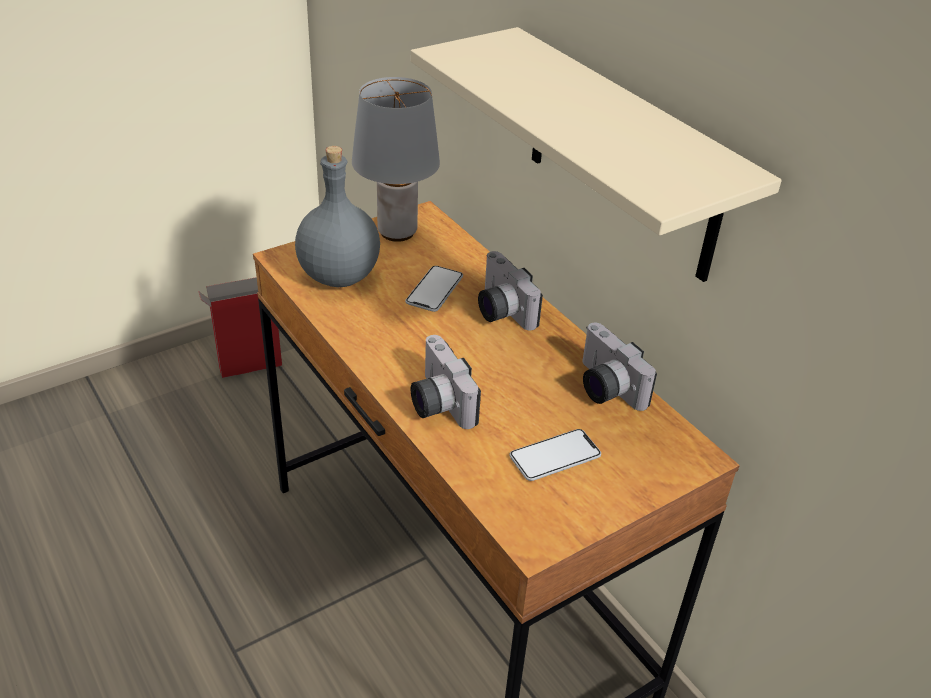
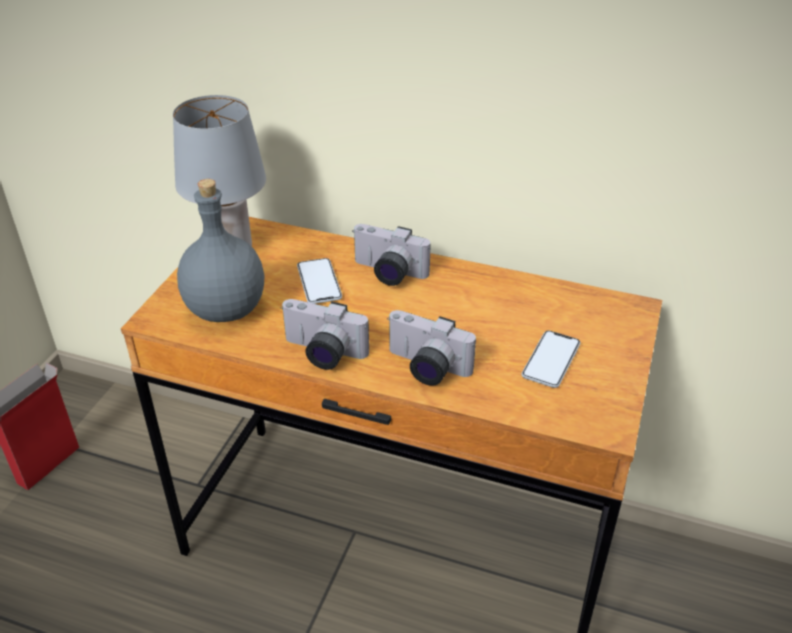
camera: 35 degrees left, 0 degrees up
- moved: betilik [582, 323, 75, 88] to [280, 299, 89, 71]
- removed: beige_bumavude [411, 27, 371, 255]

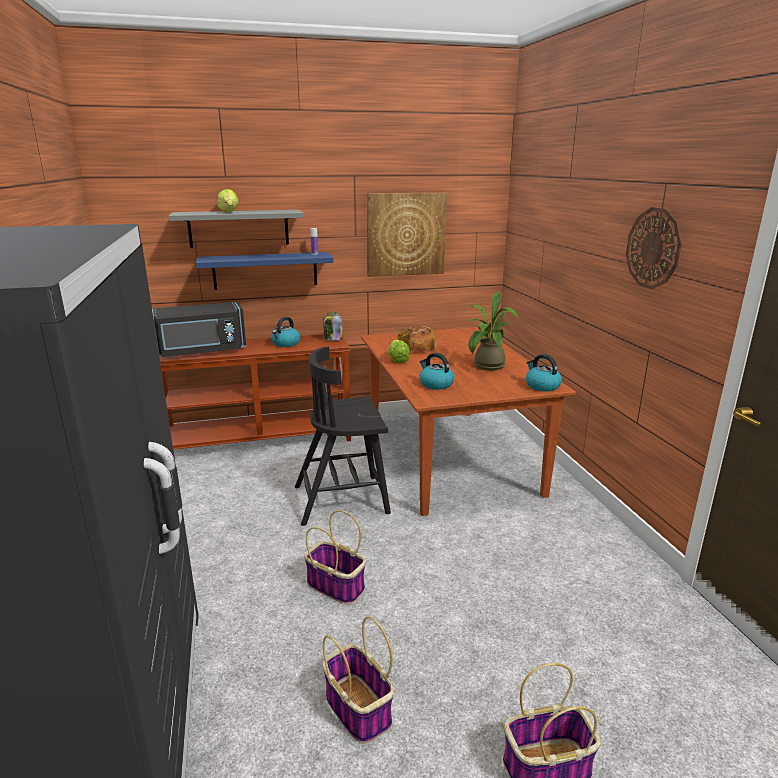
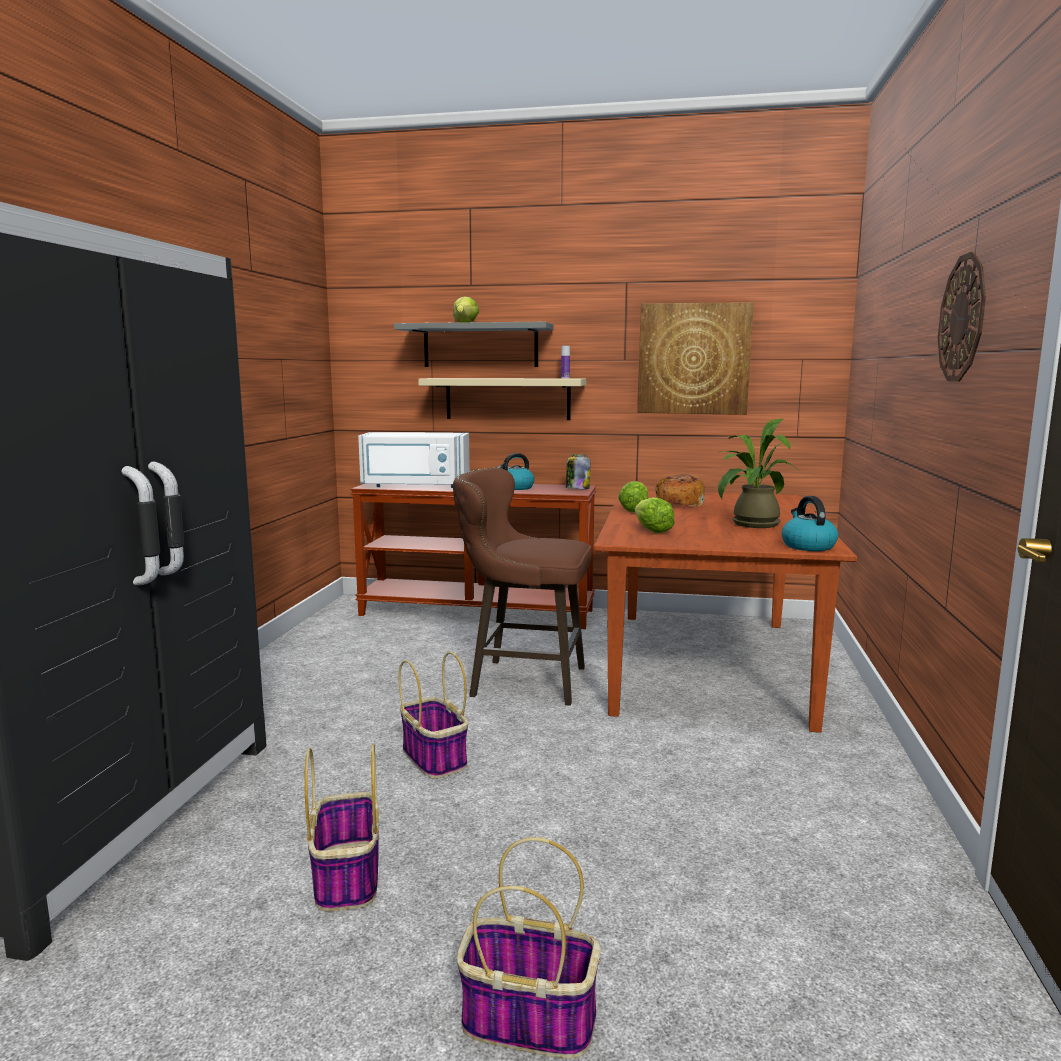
camera: 25 degrees right, 10 degrees down
- recoloured: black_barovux [152, 302, 94, 55] to white_barovux [358, 432, 112, 56]
- recoloured: blue_bumavude [196, 252, 138, 38] to beige_bumavude [418, 378, 168, 42]
- replaced: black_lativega [295, 347, 96, 179] to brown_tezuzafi [453, 467, 138, 239]
- replaced: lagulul [419, 353, 35, 37] to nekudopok [635, 497, 40, 36]

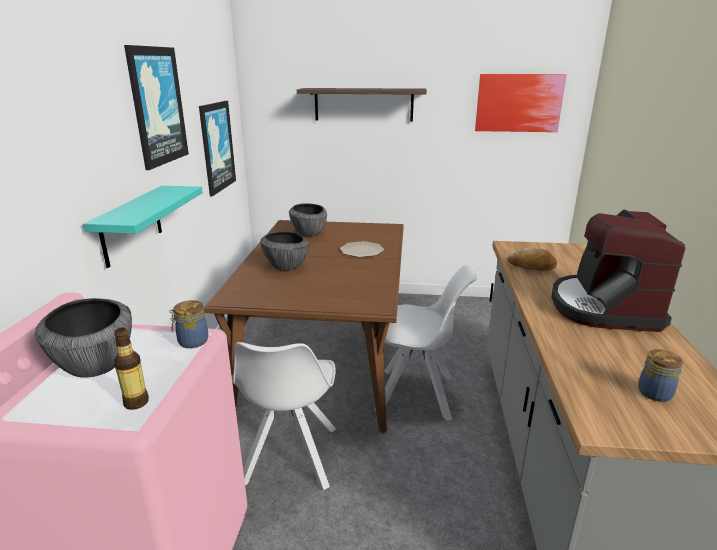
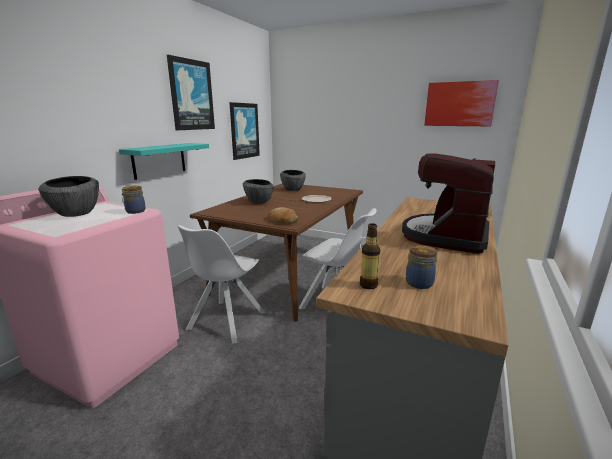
camera: 20 degrees right, 5 degrees down
- moved: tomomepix [507, 248, 50, 23] to [269, 207, 29, 17]
- moved: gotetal [114, 327, 35, 83] to [360, 223, 20, 66]
- removed: bumavude [297, 88, 130, 34]

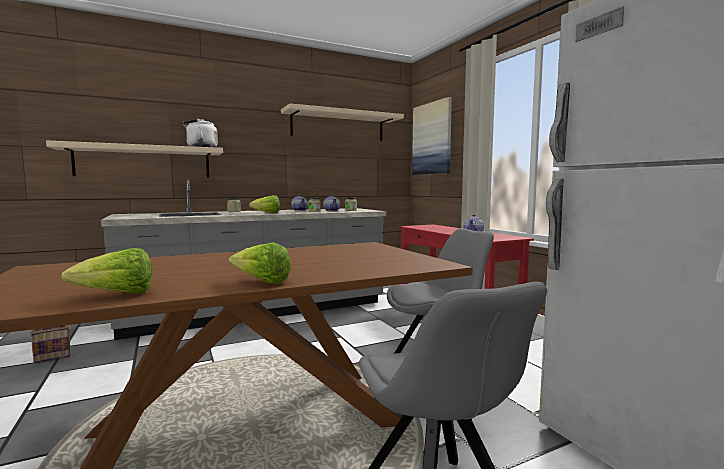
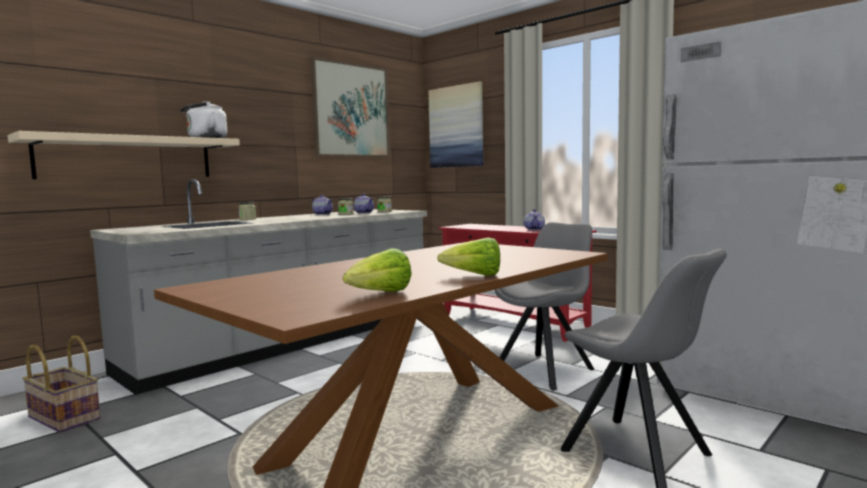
camera: 20 degrees left, 0 degrees up
- replaced: beige_bumavude [281, 103, 123, 38] to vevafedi [310, 57, 80, 100]
- removed: nekudopok [249, 195, 31, 19]

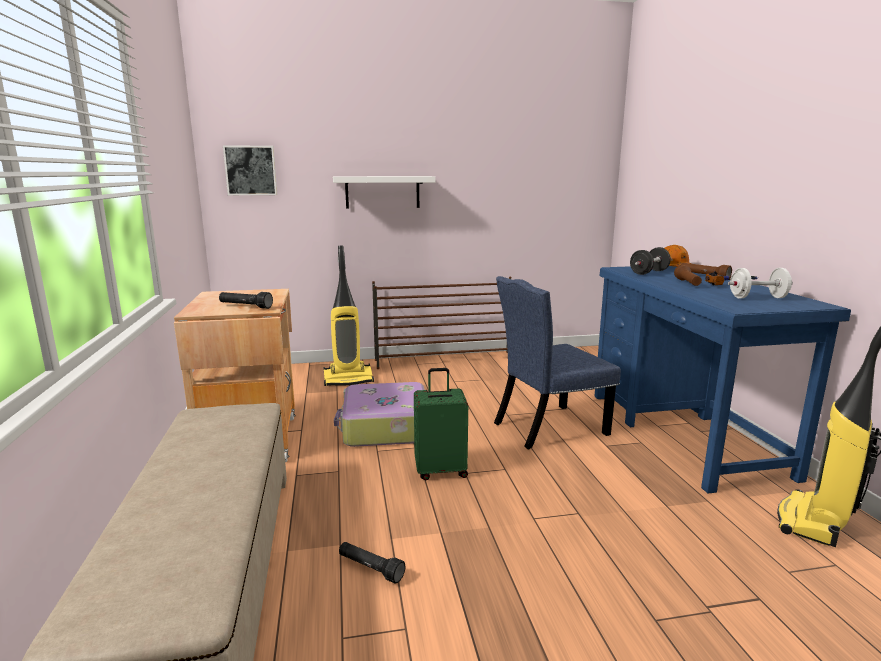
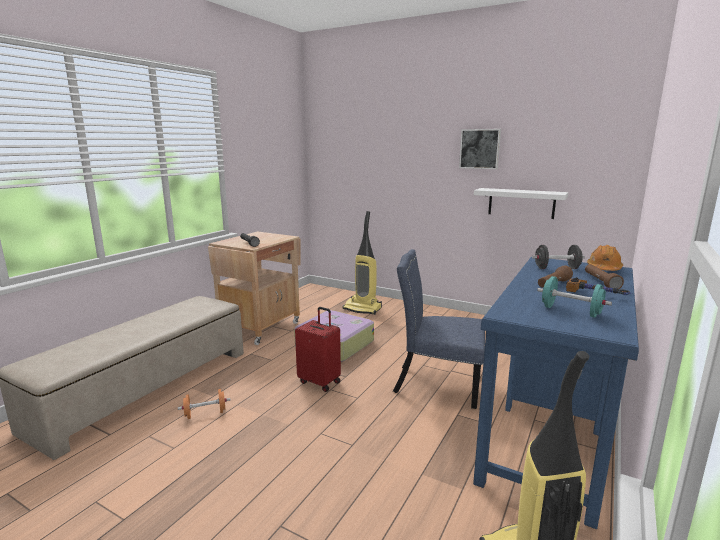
camera: 40 degrees right, 0 degrees up
- replaced: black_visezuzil [339, 542, 66, 42] to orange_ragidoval [178, 389, 53, 30]
- recoloured: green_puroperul [414, 368, 54, 112] to red_puroperul [295, 307, 46, 85]
- moved: vevafedi [223, 145, 54, 50] to [459, 129, 42, 40]
- moved: white_bumavude [333, 176, 102, 33] to [474, 188, 94, 31]
- recoloured: white_ragidoval [728, 268, 65, 30] to turquoise_ragidoval [537, 276, 75, 42]
- removed: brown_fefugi [372, 277, 139, 92]

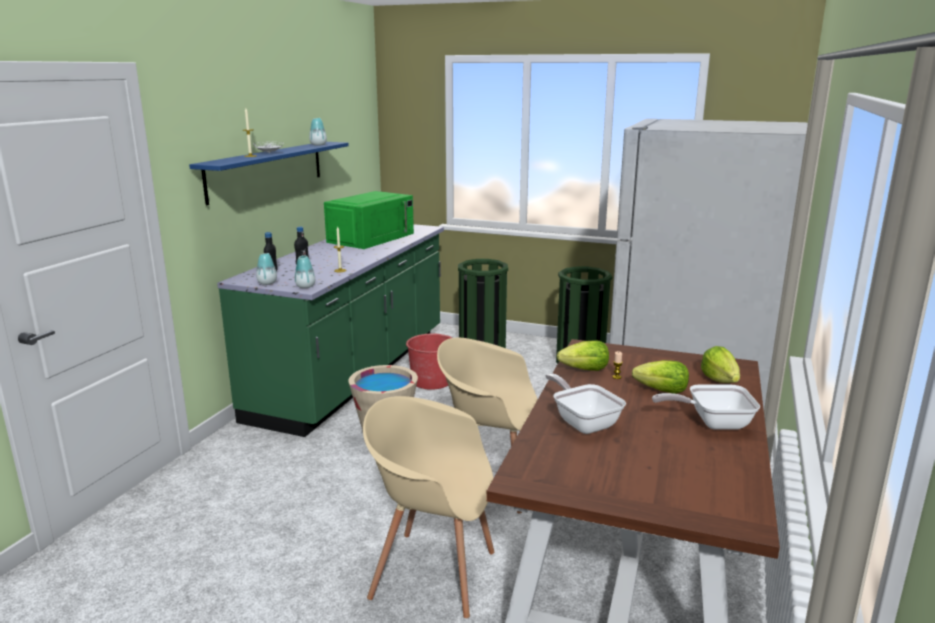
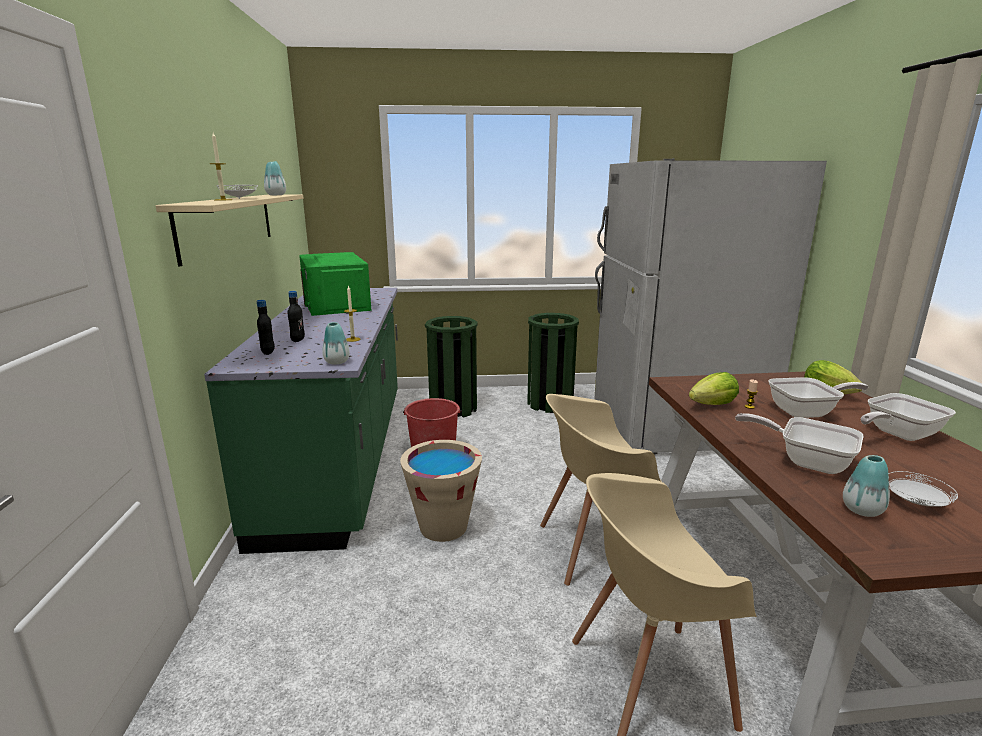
camera: 25 degrees left, 0 degrees up
- recoloured: blue_bumavude [189, 142, 160, 63] to beige_bumavude [156, 194, 148, 73]
- turned: green_barovux [324, 191, 90, 58] = [299, 252, 73, 64] 150 degrees clockwise
- replaced: nekudopok [632, 360, 57, 34] to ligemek [768, 377, 101, 41]
- moved: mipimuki [256, 253, 21, 32] to [843, 455, 47, 62]
- added: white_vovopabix [888, 471, 70, 36]

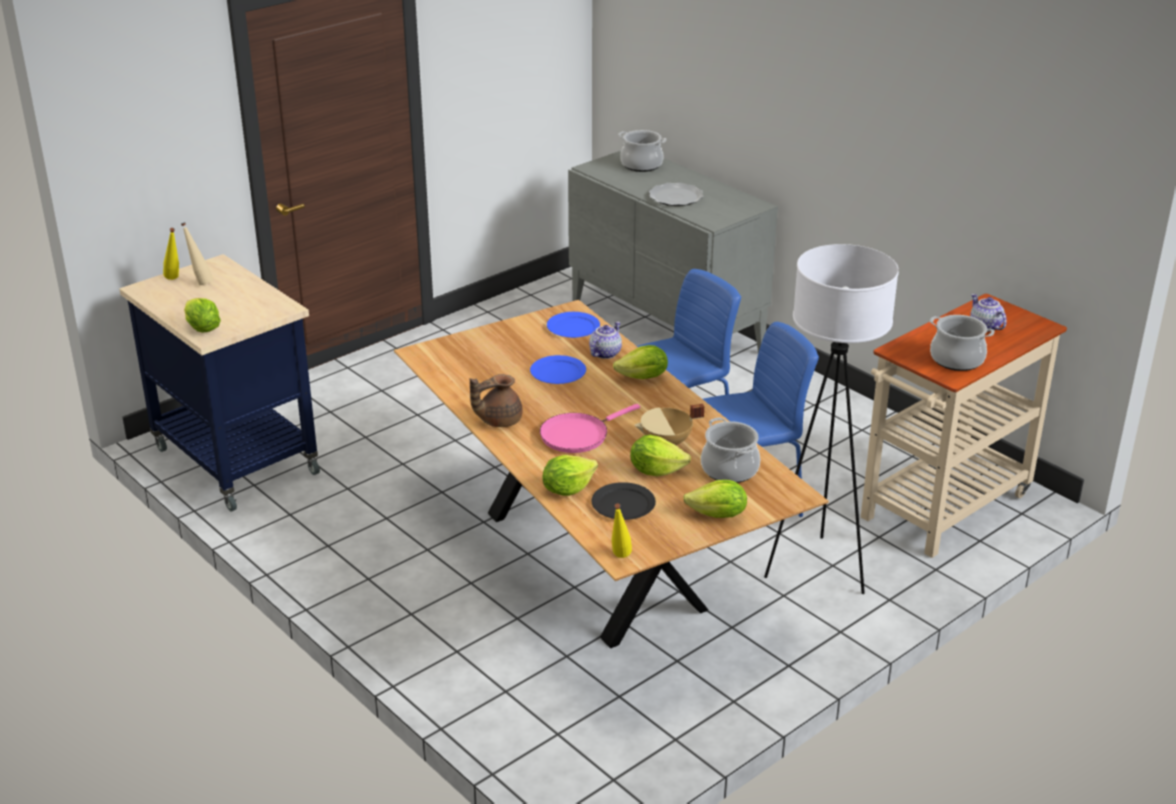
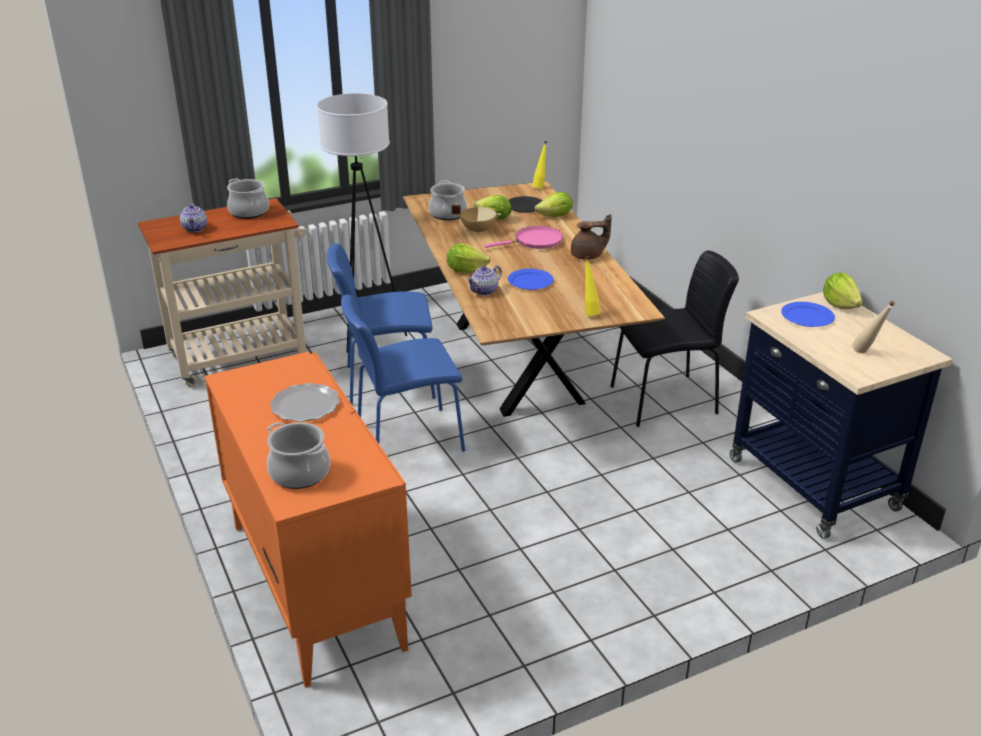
camera: 165 degrees left, 0 degrees up
- recoloured: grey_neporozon [568, 151, 210, 202] to orange_neporozon [205, 352, 207, 336]
- moved: yellow_gotetal [163, 228, 16, 52] to [585, 256, 16, 60]
- added: black_lativega [610, 250, 129, 177]
- moved: blue_vovopabix [547, 312, 53, 26] to [781, 302, 54, 25]
- removed: nekudopok [683, 480, 64, 38]

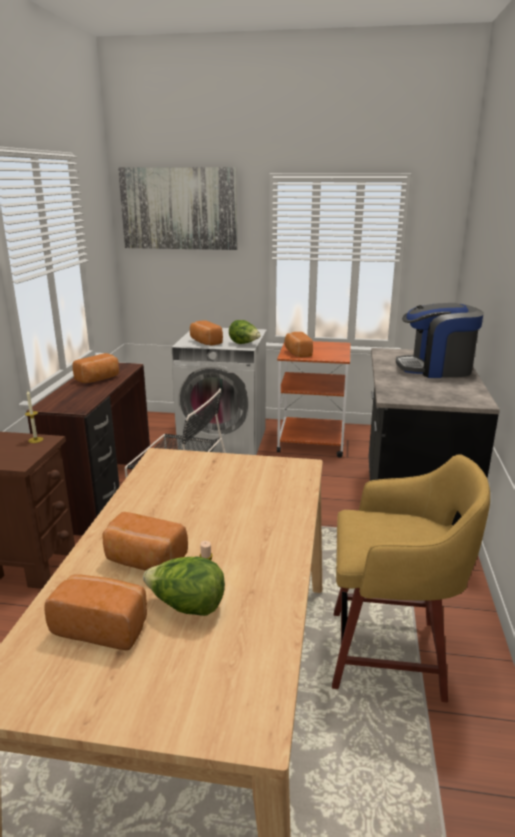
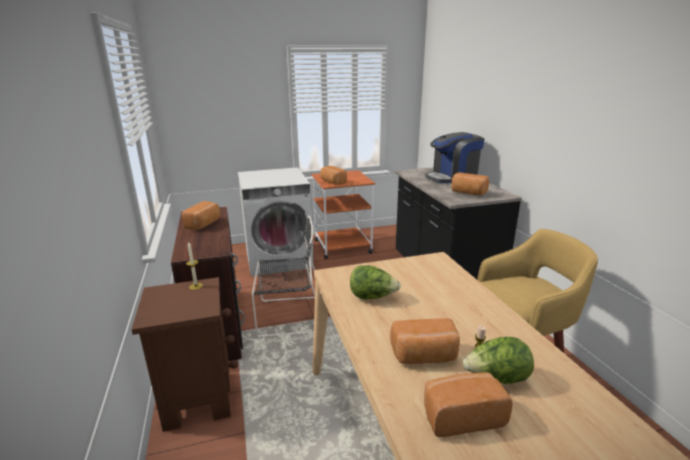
camera: 25 degrees left, 0 degrees up
- moved: nekudopok [229, 320, 32, 24] to [350, 265, 51, 35]
- moved: tomomepix [190, 320, 33, 25] to [451, 172, 38, 23]
- removed: vevafedi [118, 167, 119, 83]

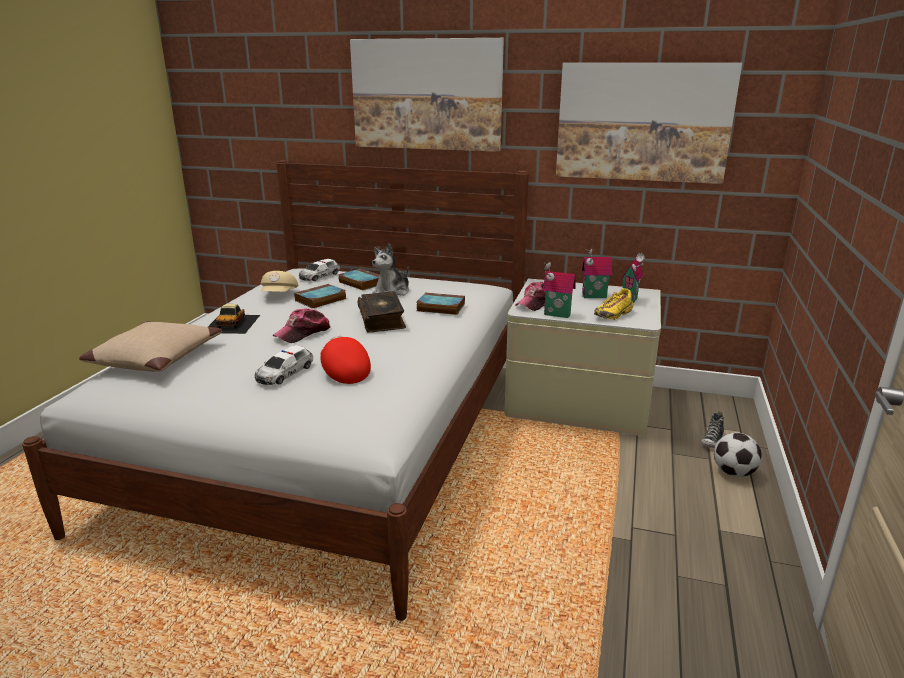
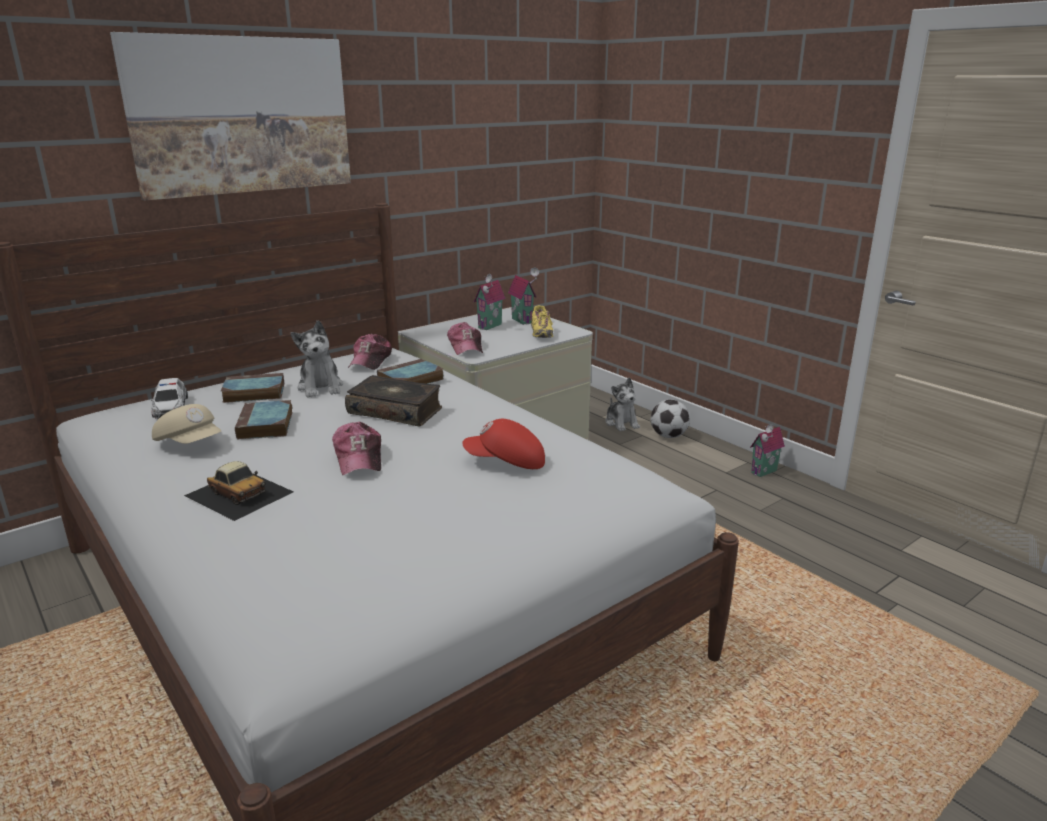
camera: 55 degrees left, 0 degrees up
- added: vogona [348, 334, 44, 36]
- replaced: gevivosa [701, 411, 23, 37] to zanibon [605, 377, 35, 54]
- moved: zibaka [543, 262, 33, 56] to [750, 424, 35, 53]
- removed: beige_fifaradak [79, 321, 144, 51]
- removed: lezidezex [255, 345, 58, 40]
- removed: vevafedi [556, 63, 186, 121]

